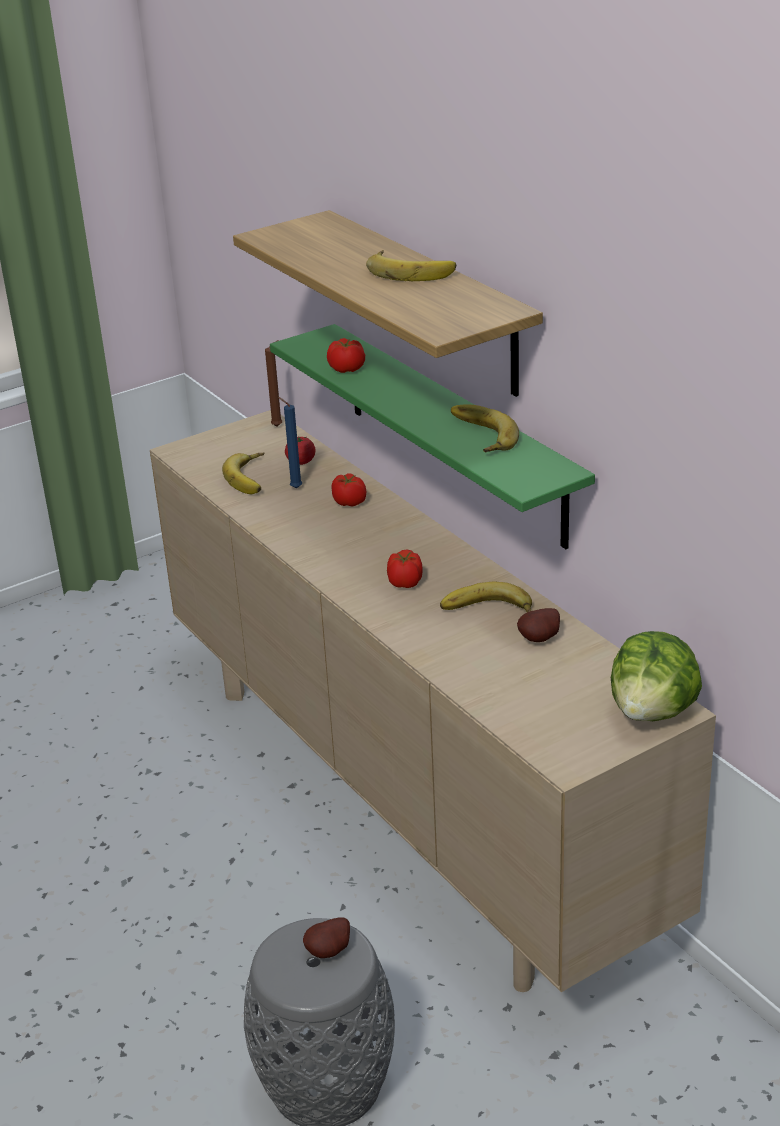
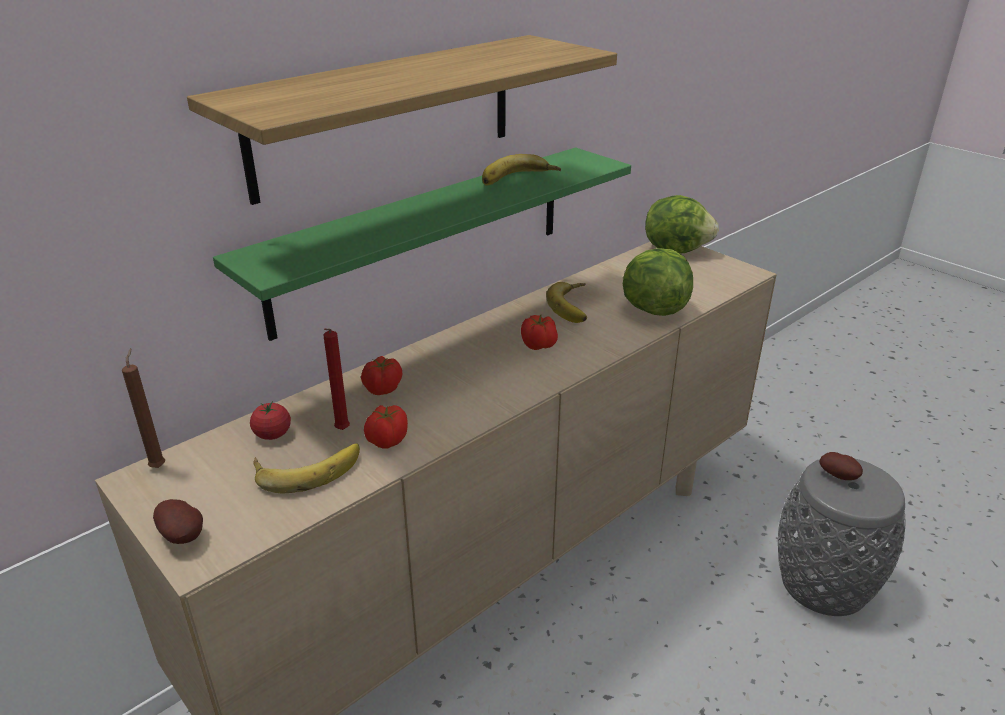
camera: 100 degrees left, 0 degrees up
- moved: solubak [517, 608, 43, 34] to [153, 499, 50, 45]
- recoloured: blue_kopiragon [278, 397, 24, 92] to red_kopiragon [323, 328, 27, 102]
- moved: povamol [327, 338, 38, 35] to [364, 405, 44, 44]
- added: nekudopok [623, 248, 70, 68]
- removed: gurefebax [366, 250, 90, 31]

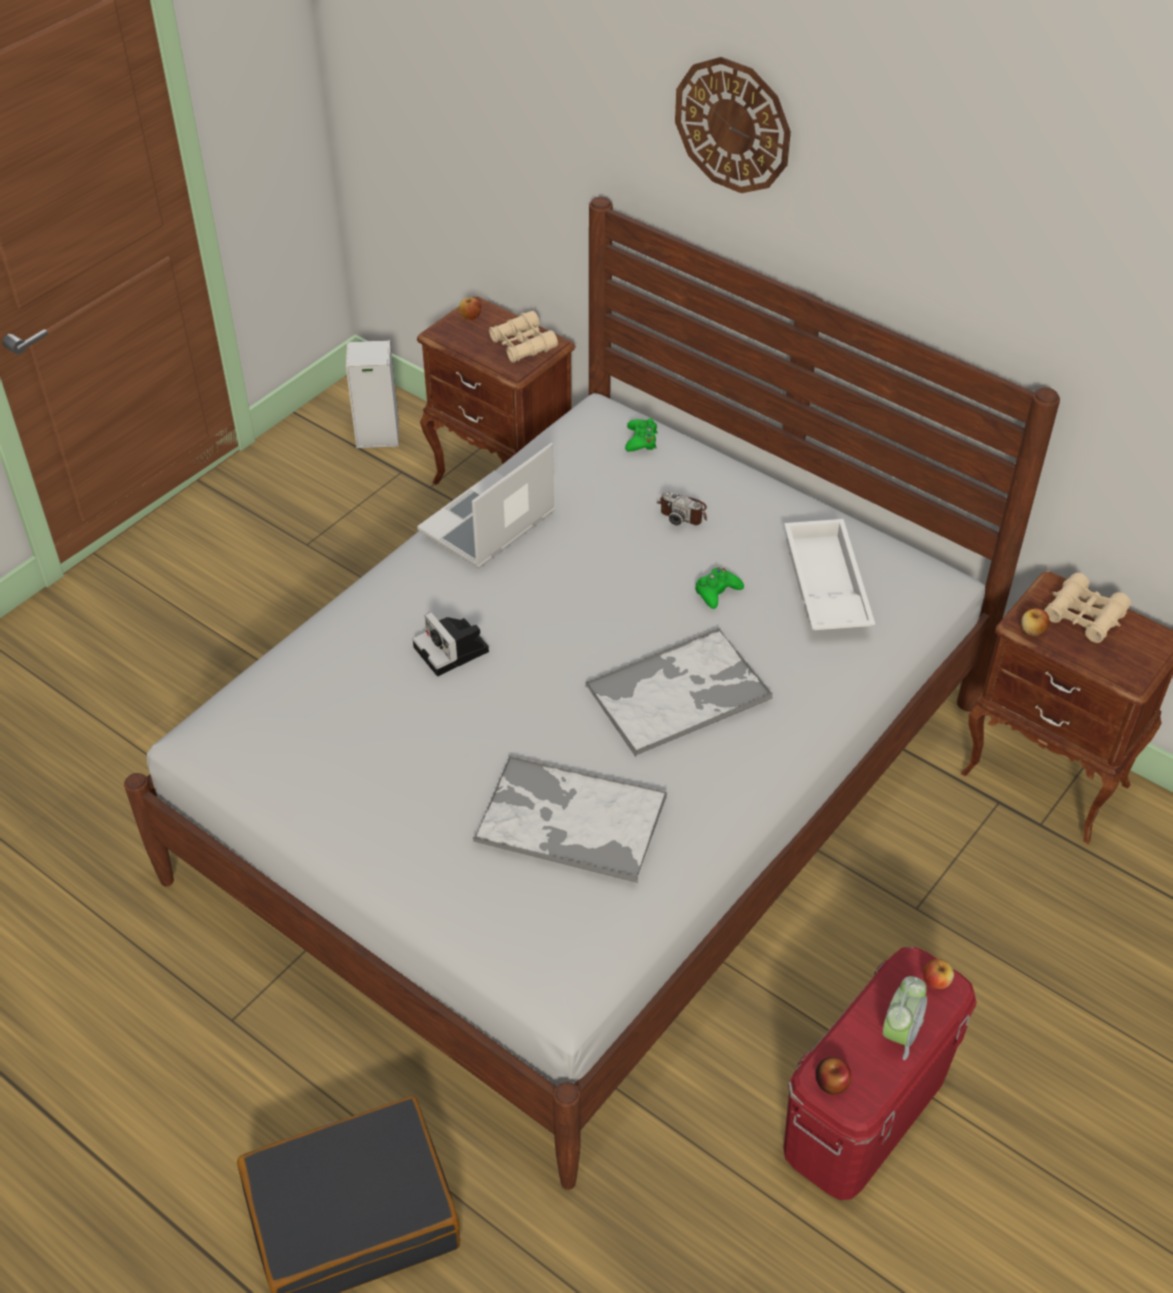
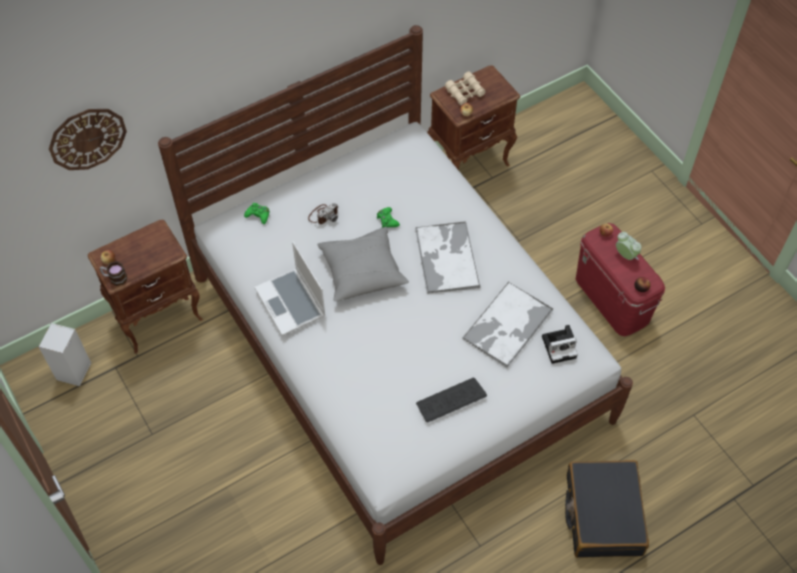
camera: 70 degrees left, 10 degrees up
- moved: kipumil [675, 57, 116, 136] to [49, 109, 78, 61]
- added: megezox [100, 261, 27, 25]
- added: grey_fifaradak [317, 227, 92, 74]
- added: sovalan [416, 378, 71, 45]
- moved: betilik [412, 612, 77, 64] to [542, 325, 36, 39]
- removed: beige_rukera [489, 311, 69, 52]
- removed: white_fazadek [784, 519, 91, 111]

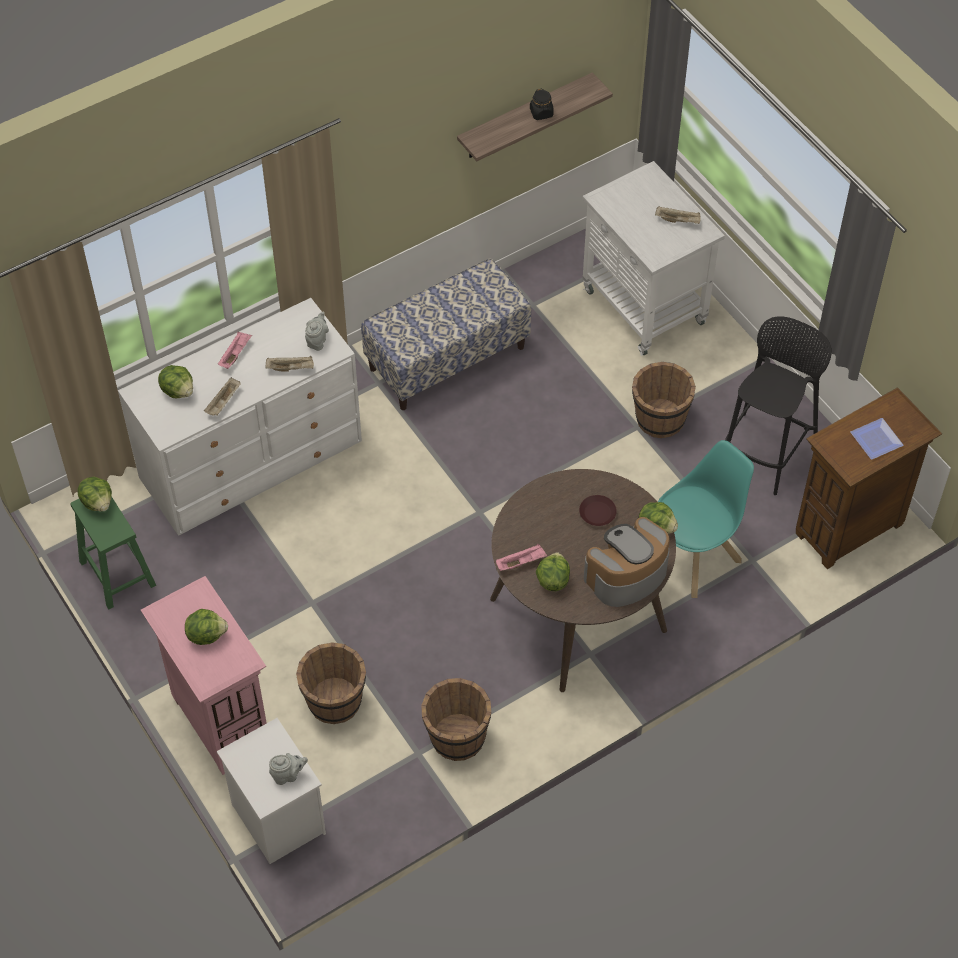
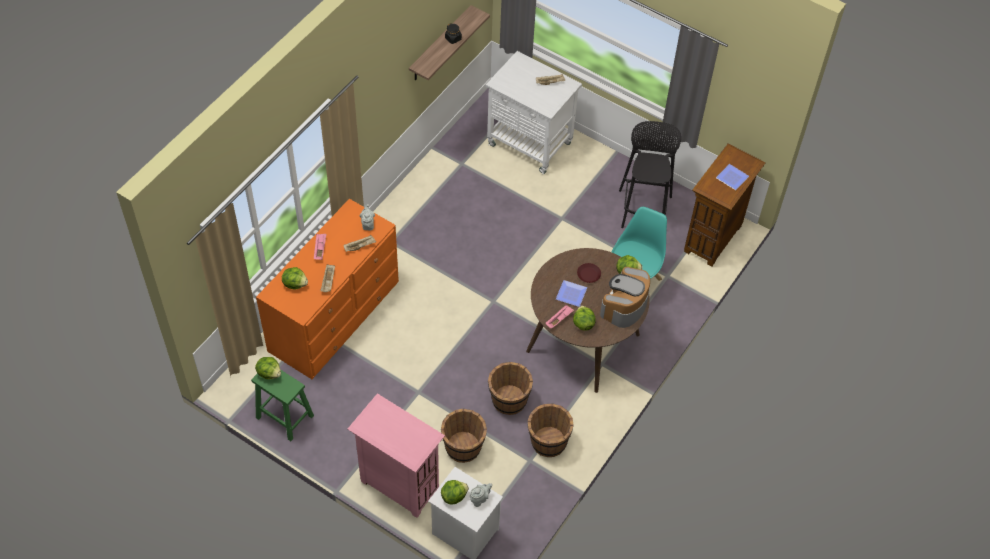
camera: 25 degrees left, 0 degrees up
- recoloured: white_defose [118, 298, 244, 238] to orange_defose [256, 199, 143, 180]
- moved: nekudopok [185, 609, 43, 36] to [441, 480, 28, 25]
- moved: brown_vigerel [632, 362, 64, 76] to [488, 362, 45, 53]
- added: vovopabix [556, 280, 31, 27]
- removed: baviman [361, 258, 170, 152]

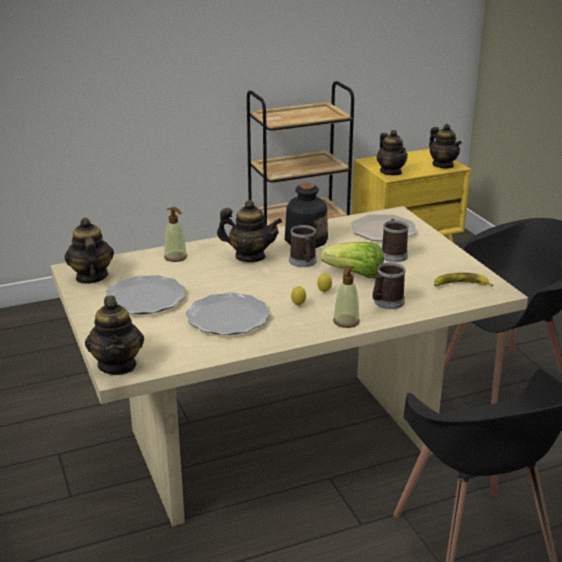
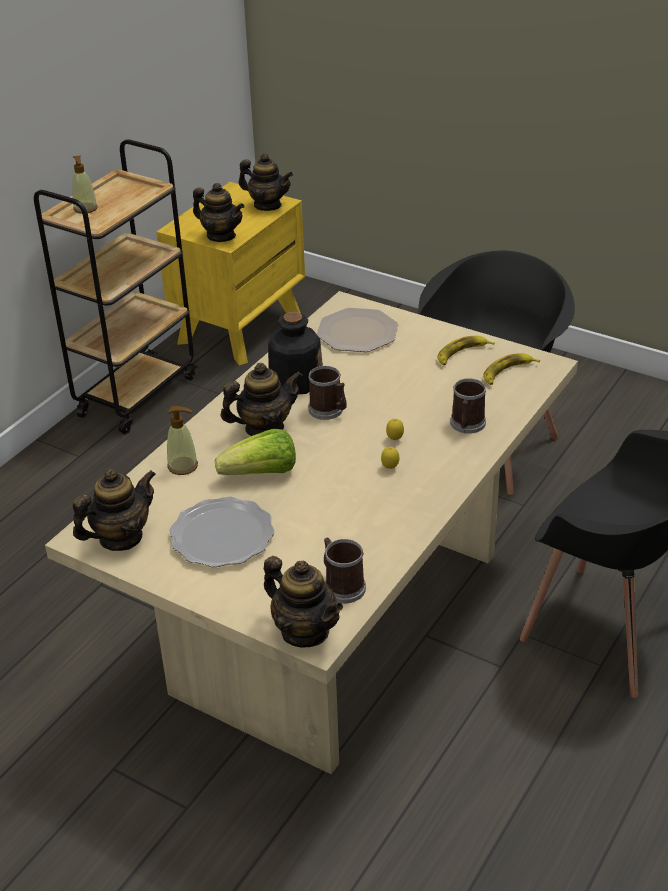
camera: 35 degrees left, 10 degrees up
- moved: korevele [333, 266, 27, 62] to [72, 155, 26, 59]
- turned: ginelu [64, 218, 50, 66] = [73, 469, 83, 82] 105 degrees clockwise
- moved: nekudopok [321, 242, 63, 36] to [215, 429, 81, 46]
- moved: megezox [382, 219, 27, 43] to [324, 538, 42, 65]
- added: gurefebax [437, 336, 58, 29]
- removed: vovopabix [186, 292, 84, 43]

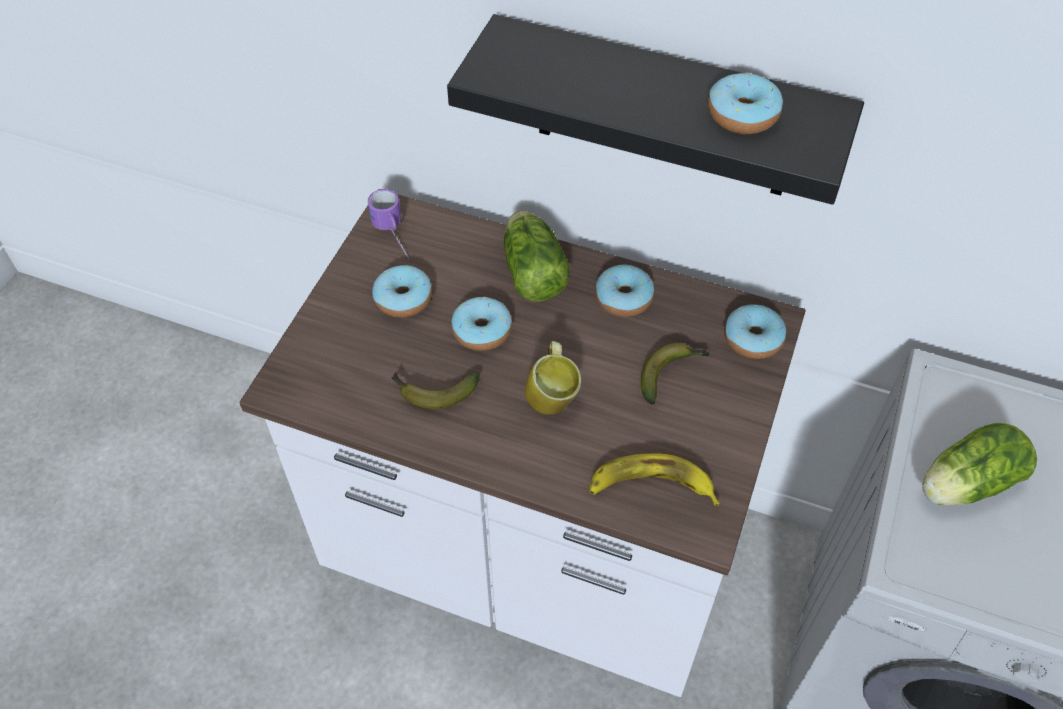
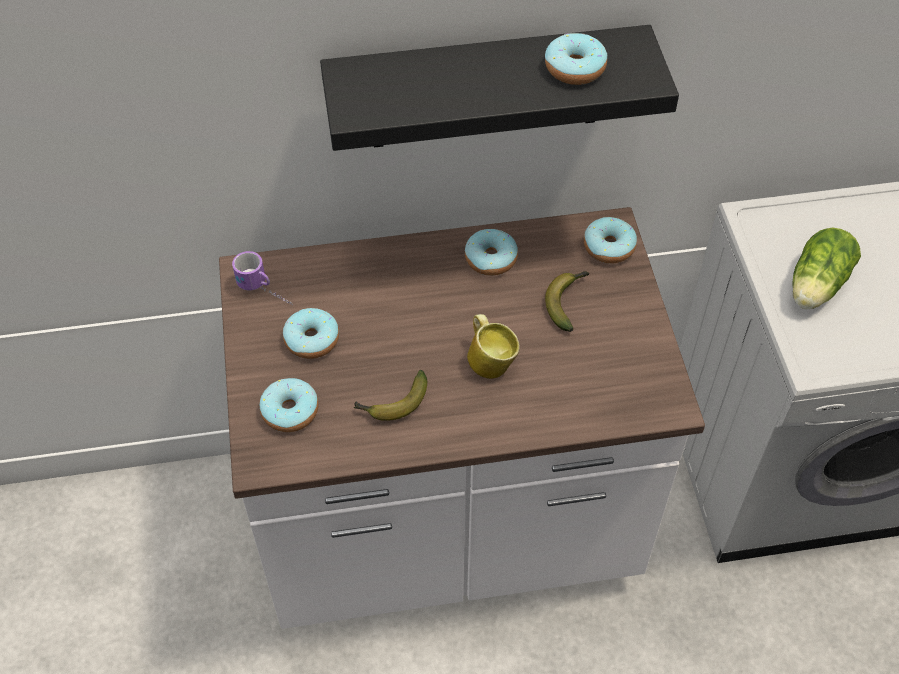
camera: 30 degrees left, 0 degrees up
- moved: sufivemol [451, 296, 61, 55] to [260, 378, 58, 54]
- removed: nekudopok [504, 211, 65, 91]
- removed: gurefebax [589, 453, 131, 53]

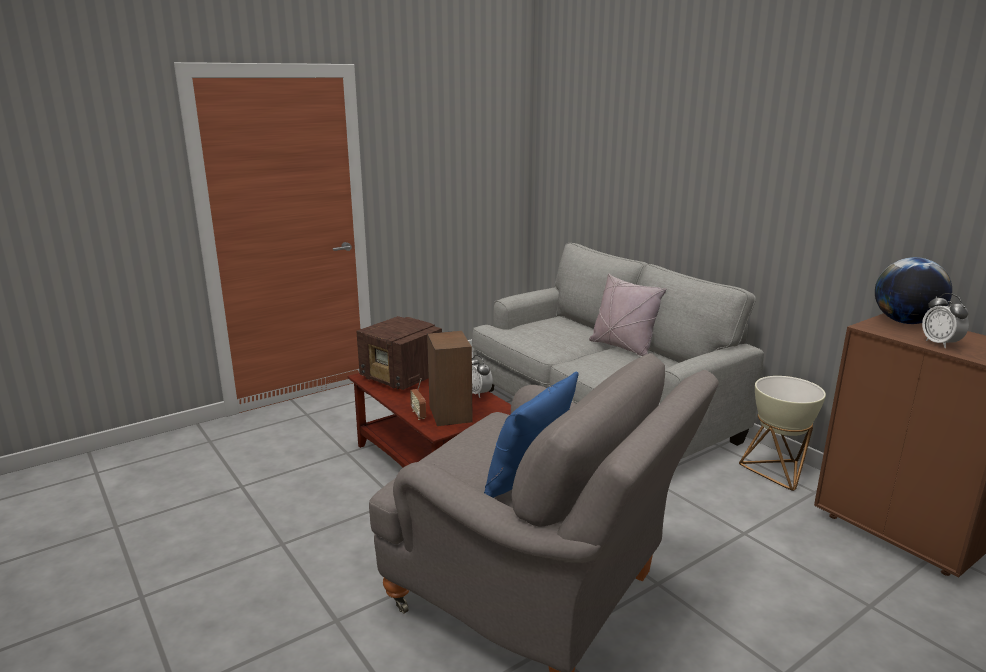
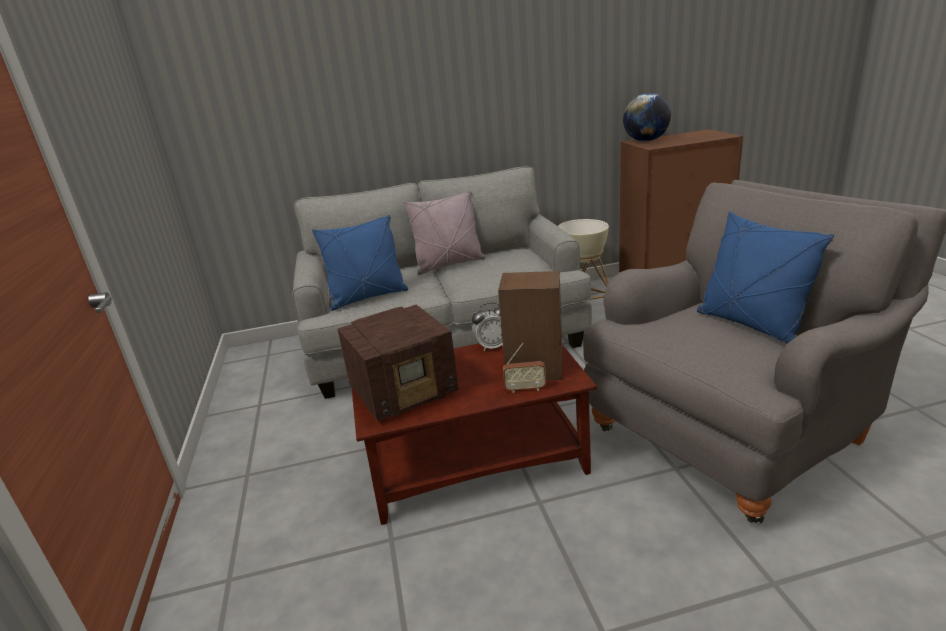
camera: 65 degrees left, 5 degrees up
- added: blue_fifaradak [312, 215, 96, 96]
- removed: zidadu [922, 293, 47, 55]

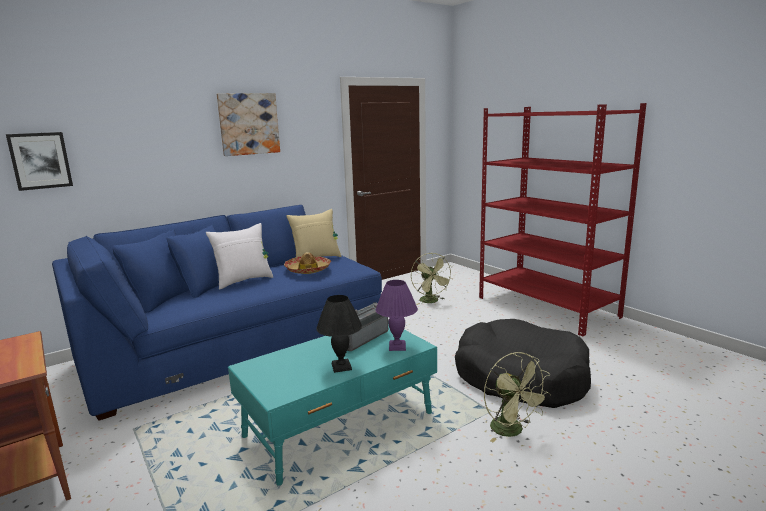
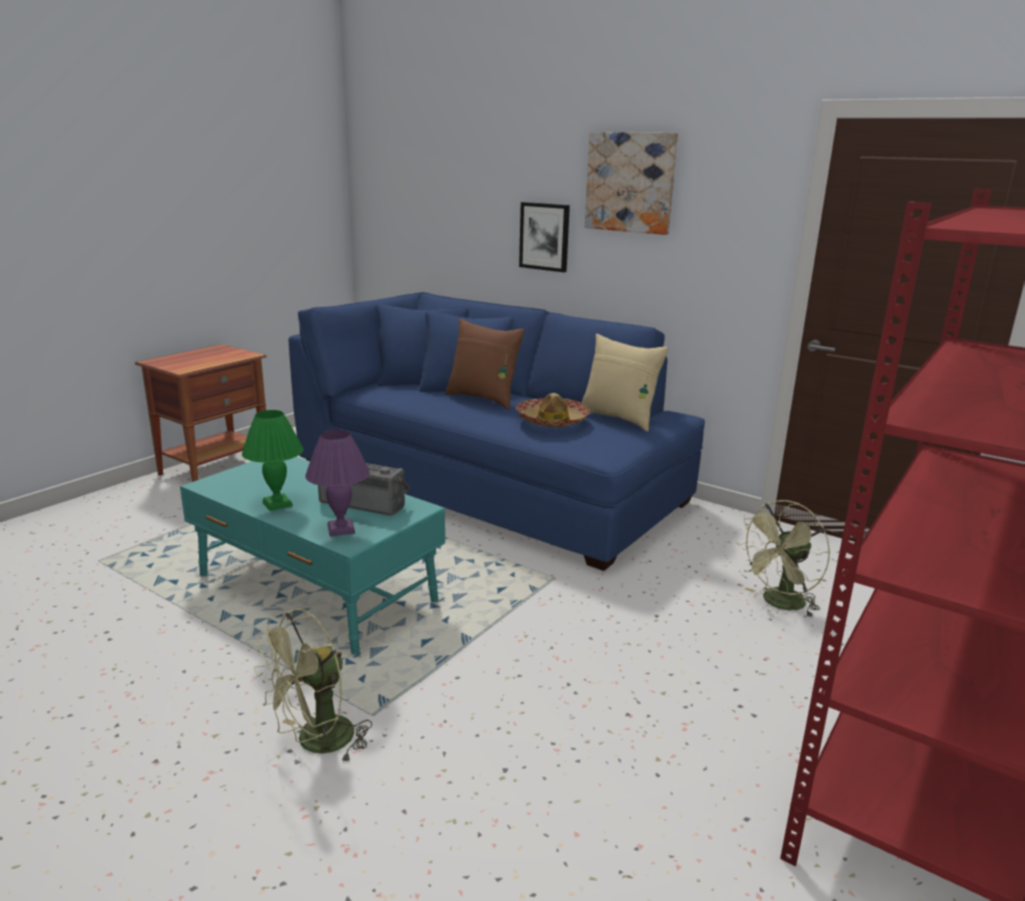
camera: 70 degrees right, 5 degrees up
- recoloured: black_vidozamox [316, 295, 46, 78] to green_vidozamox [242, 410, 61, 101]
- recoloured: white_fifaradak [206, 223, 67, 67] to brown_fifaradak [445, 319, 79, 90]
- moved: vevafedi [6, 132, 67, 59] to [519, 202, 51, 70]
- removed: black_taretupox [455, 319, 136, 89]

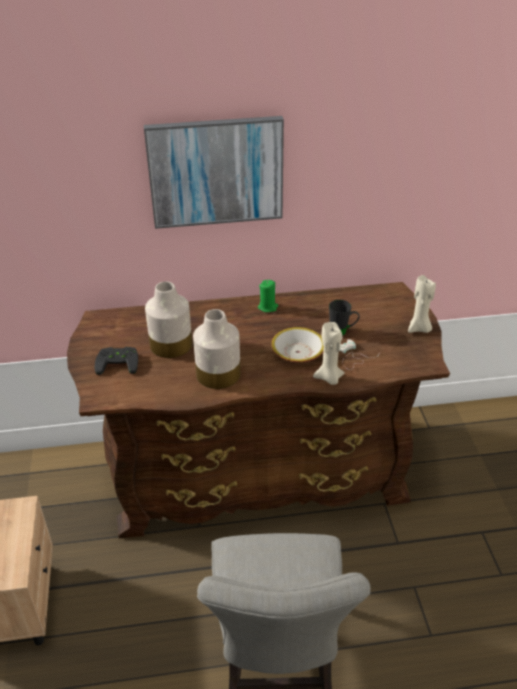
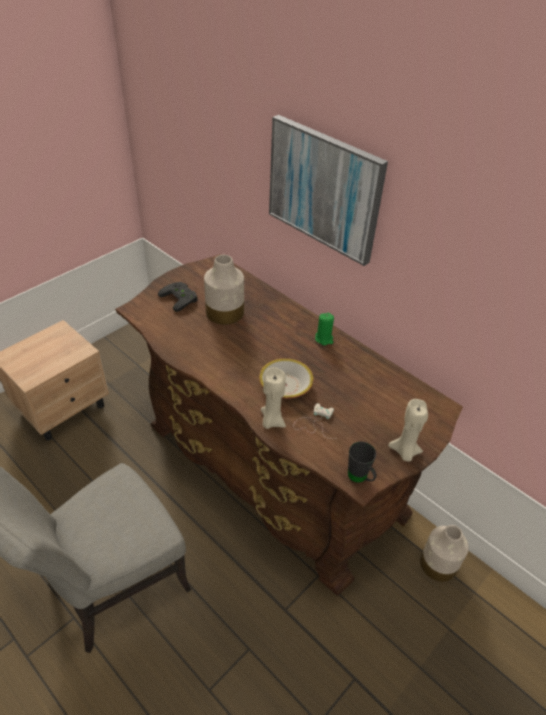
camera: 50 degrees right, 5 degrees up
- moved: black_megezox [329, 300, 31, 36] to [348, 442, 29, 41]
- moved: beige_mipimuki [193, 309, 48, 80] to [420, 525, 49, 57]

